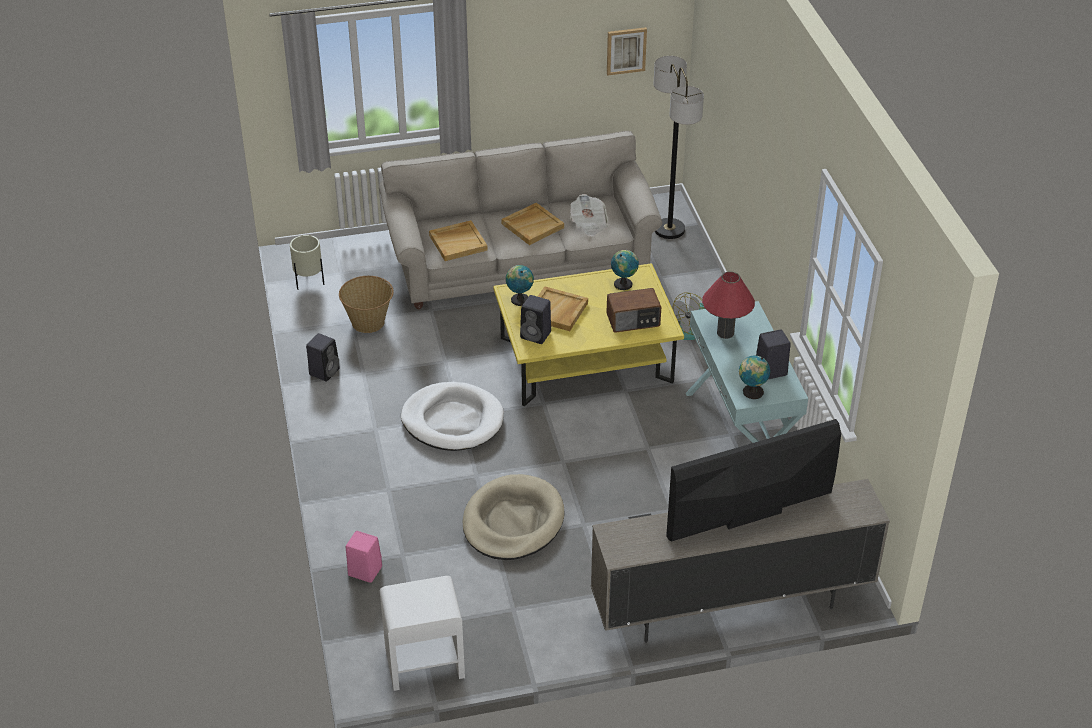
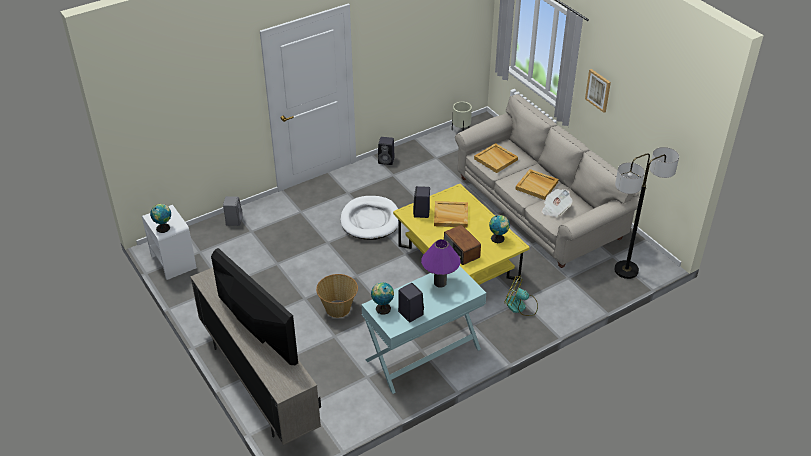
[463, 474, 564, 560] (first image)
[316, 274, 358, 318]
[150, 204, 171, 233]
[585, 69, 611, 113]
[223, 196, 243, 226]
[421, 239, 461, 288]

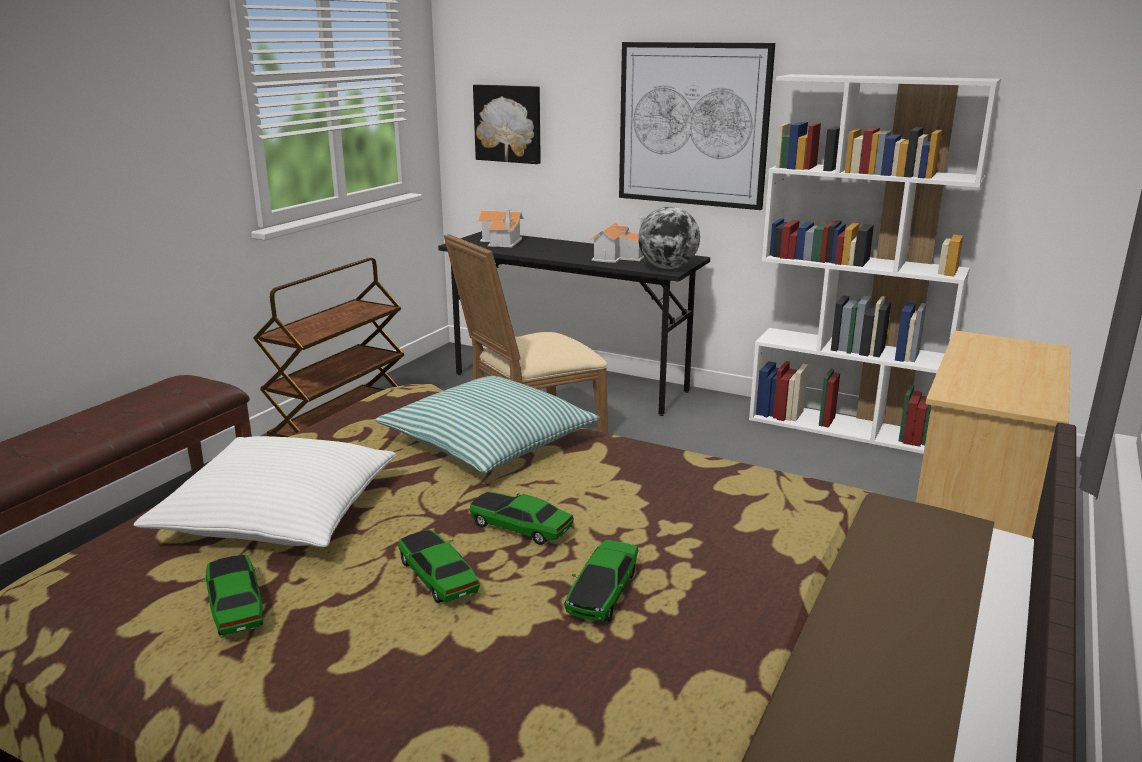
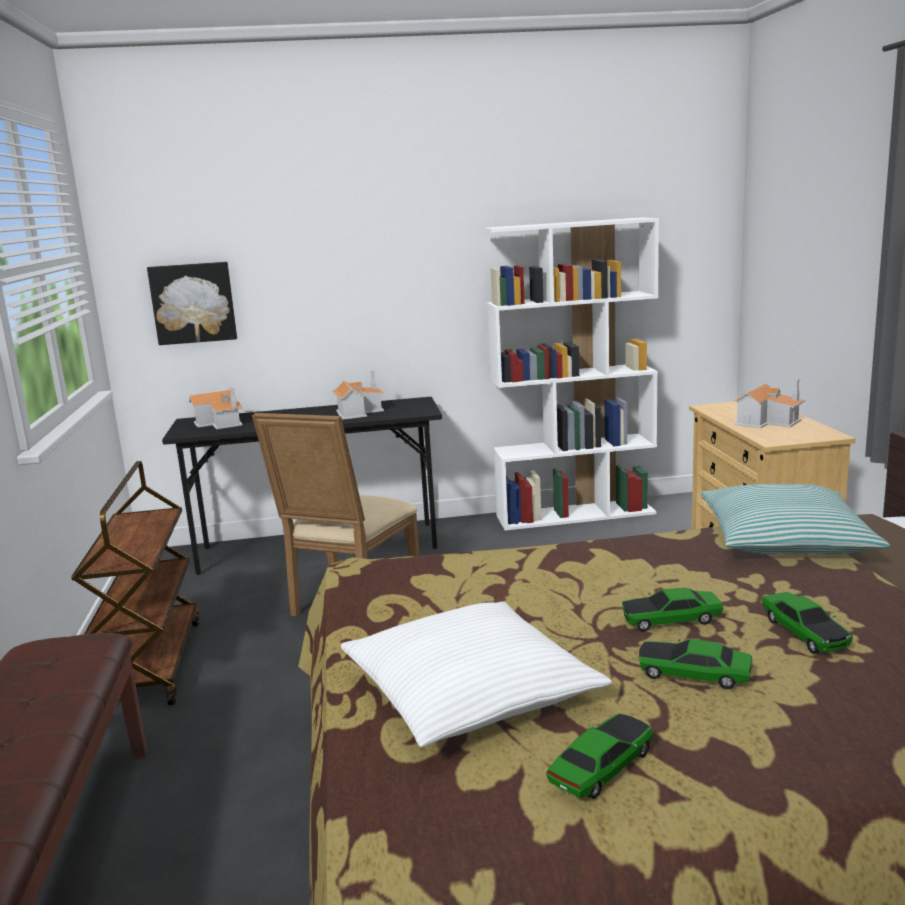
[619, 42, 775, 210] (first image)
[638, 207, 700, 269] (first image)
[732, 378, 805, 428]
[701, 484, 890, 554]
[546, 714, 653, 799]

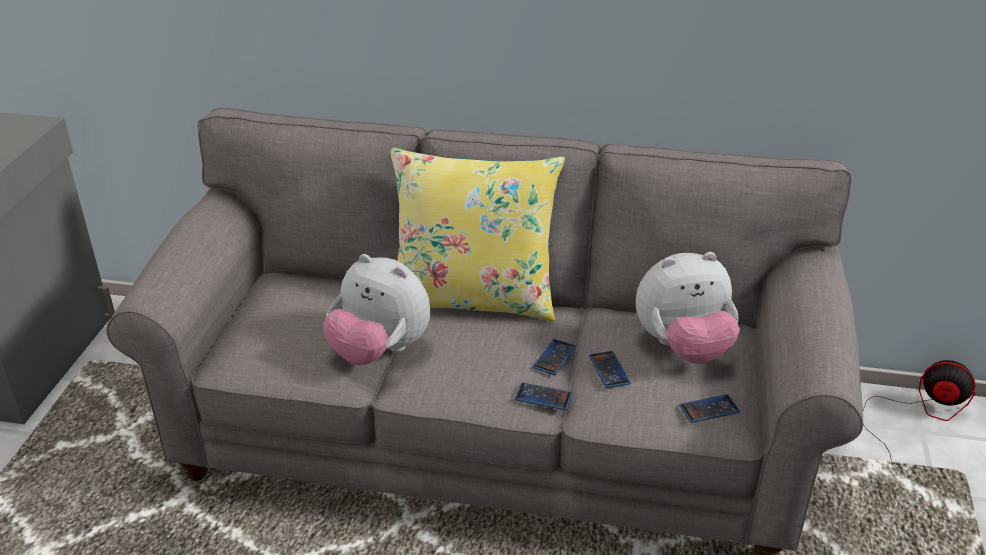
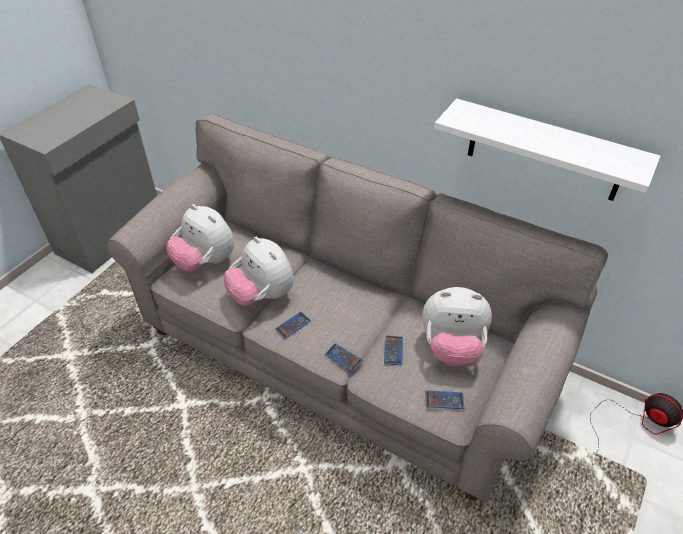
[391, 148, 565, 321] (first image)
[166, 204, 234, 272]
[434, 98, 660, 201]
[275, 312, 311, 339]

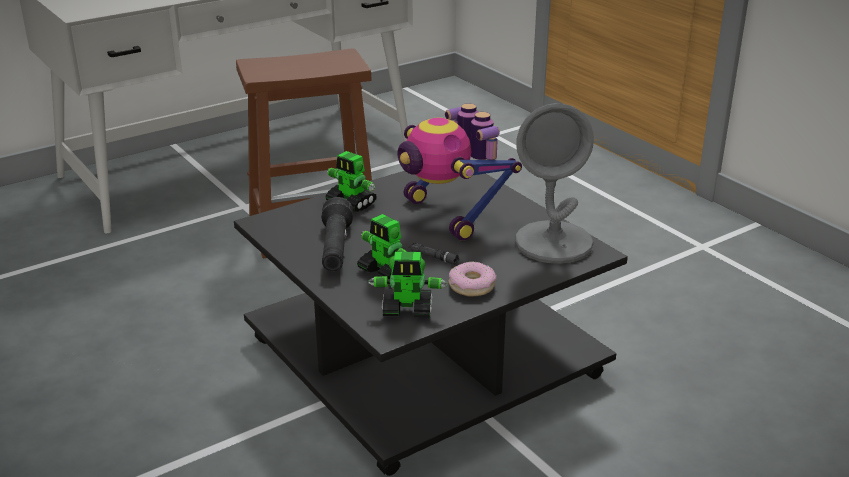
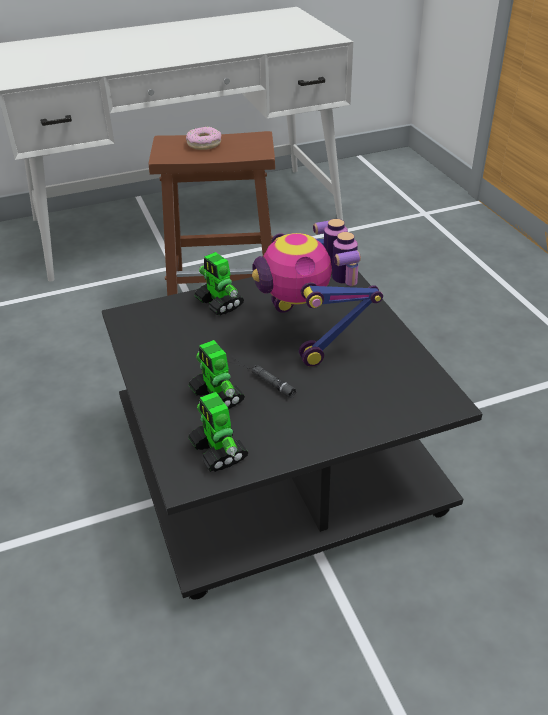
[321, 197, 353, 271] (first image)
[515, 103, 594, 264] (first image)
[186, 127, 221, 150]
[188, 392, 248, 472]

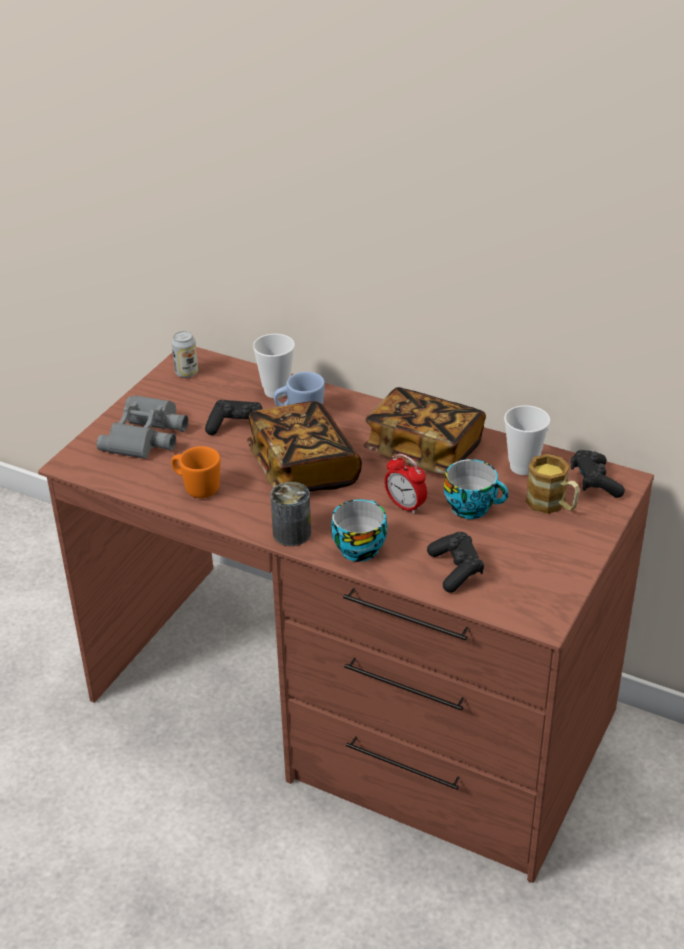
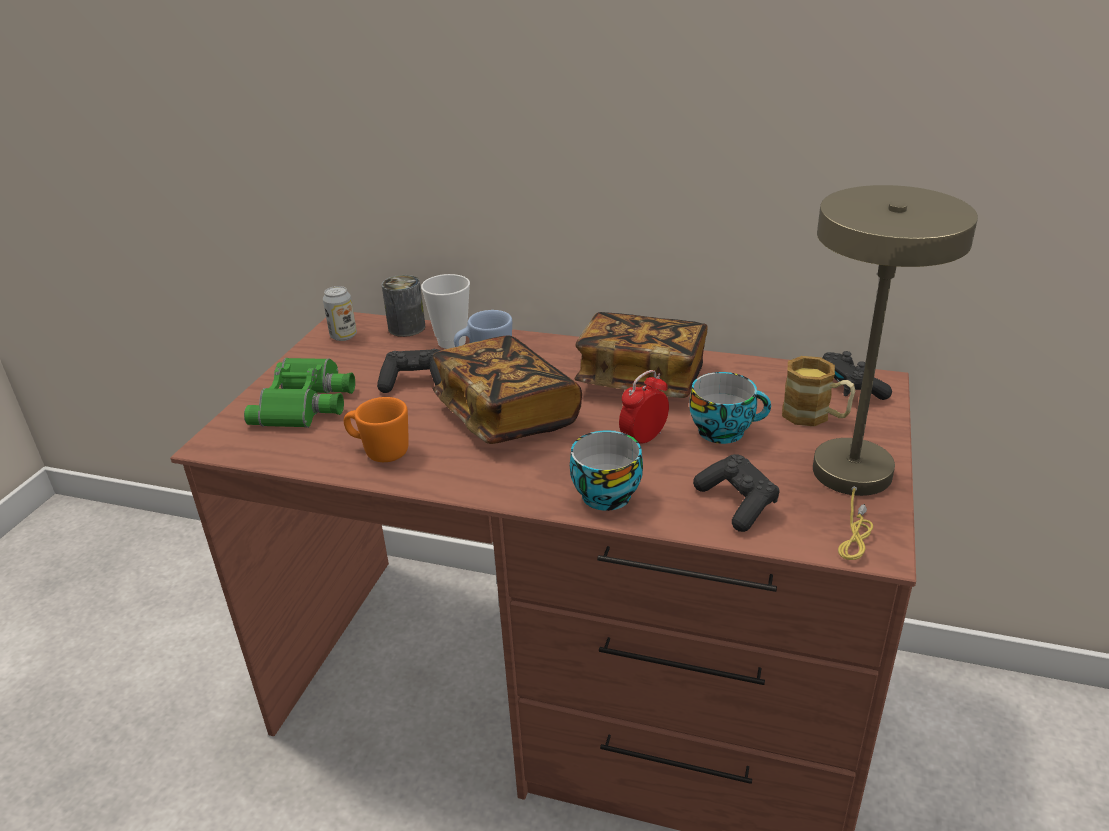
[504, 405, 550, 475] (first image)
[813, 185, 978, 560]
[382, 275, 425, 337]
[244, 358, 355, 428]
[619, 370, 669, 444]

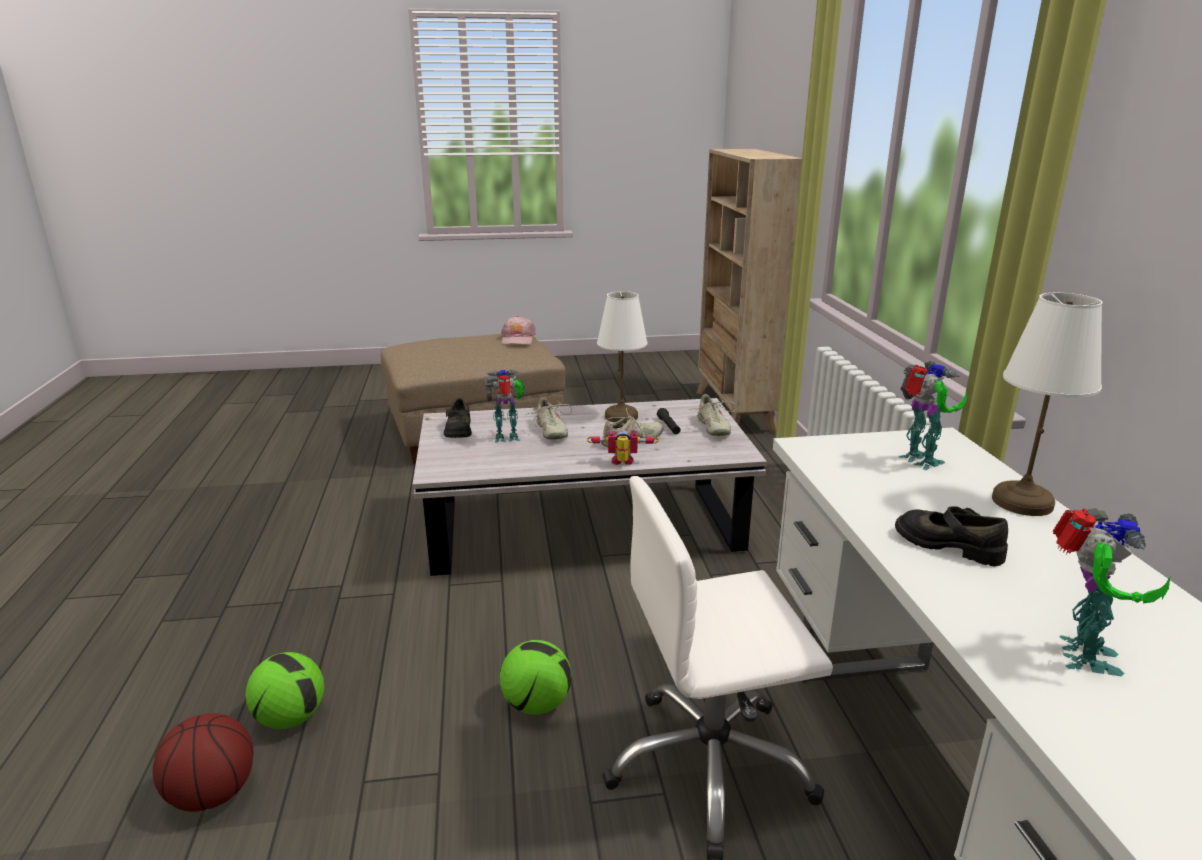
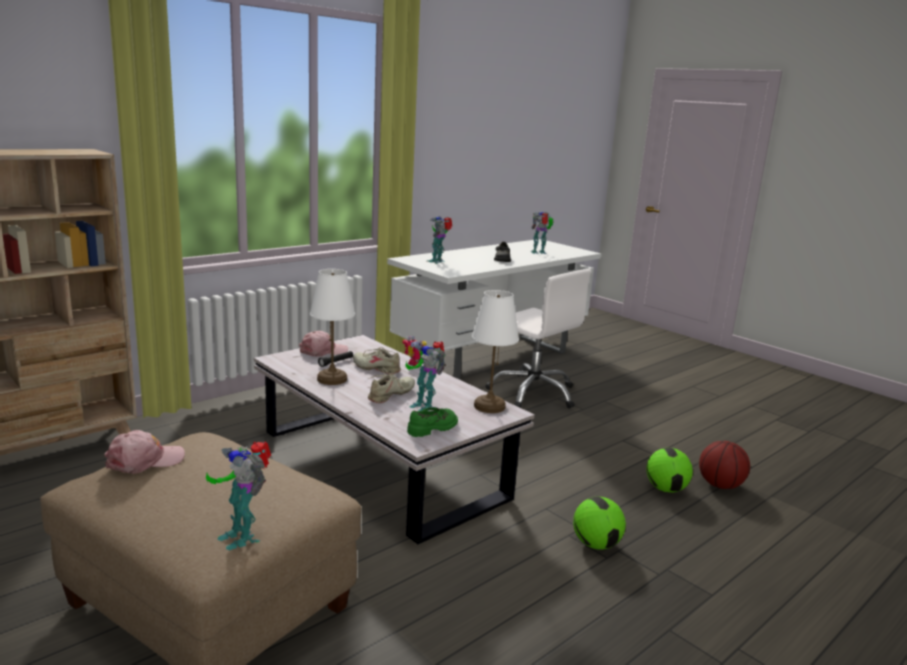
[206, 442, 271, 550]
[573, 497, 626, 550]
[471, 290, 519, 413]
[299, 331, 348, 357]
[407, 407, 458, 437]

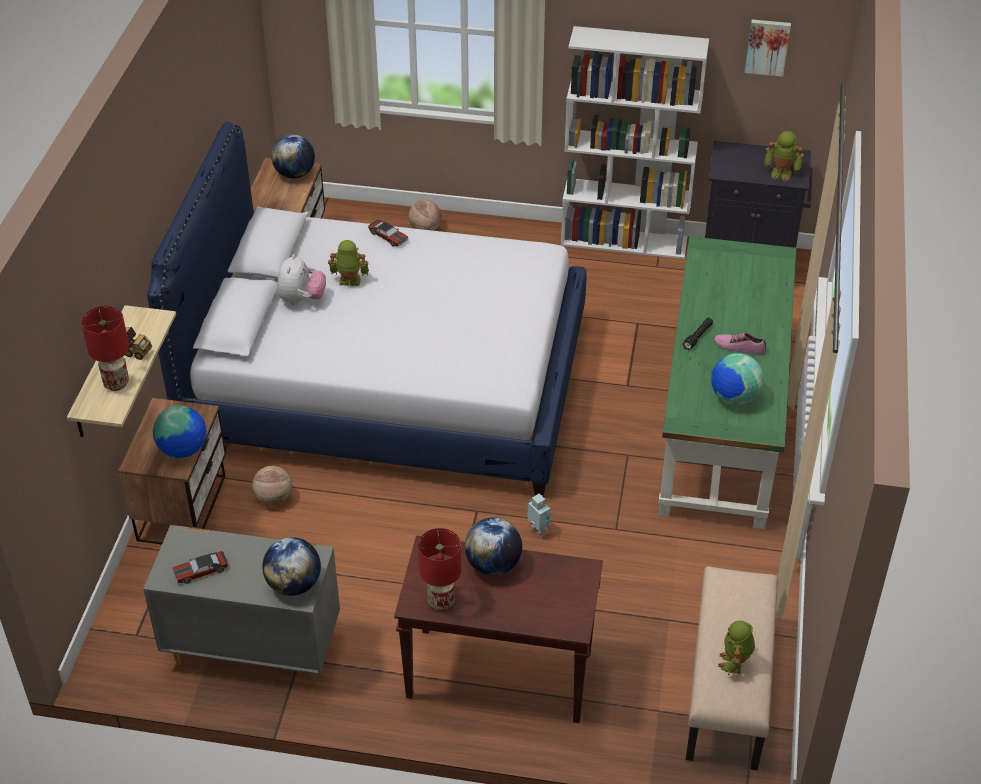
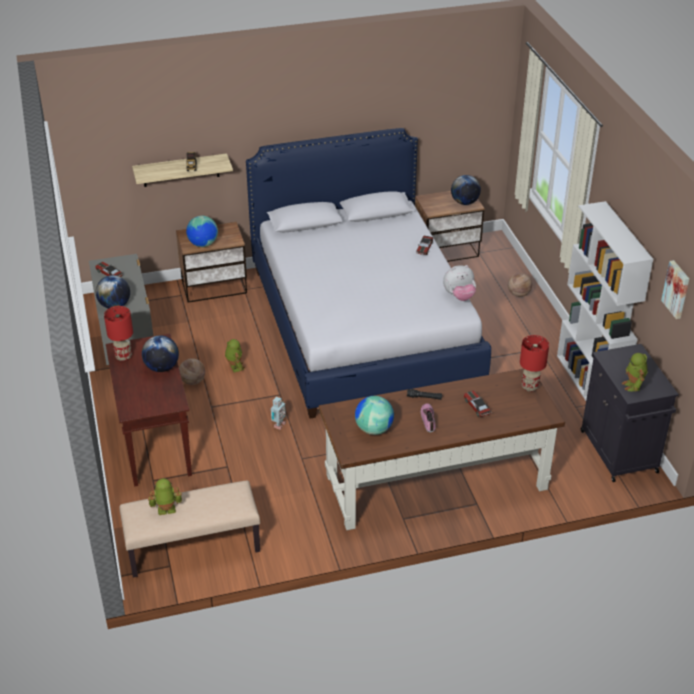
[464, 390, 491, 417]
[520, 335, 549, 392]
[179, 358, 205, 385]
[443, 265, 476, 301]
[225, 339, 245, 372]
[319, 369, 565, 531]

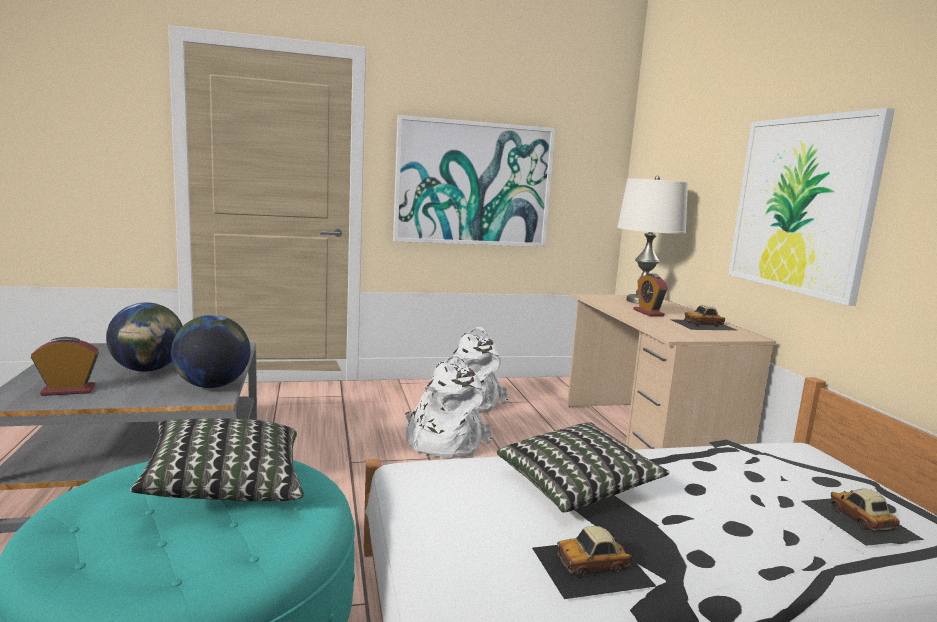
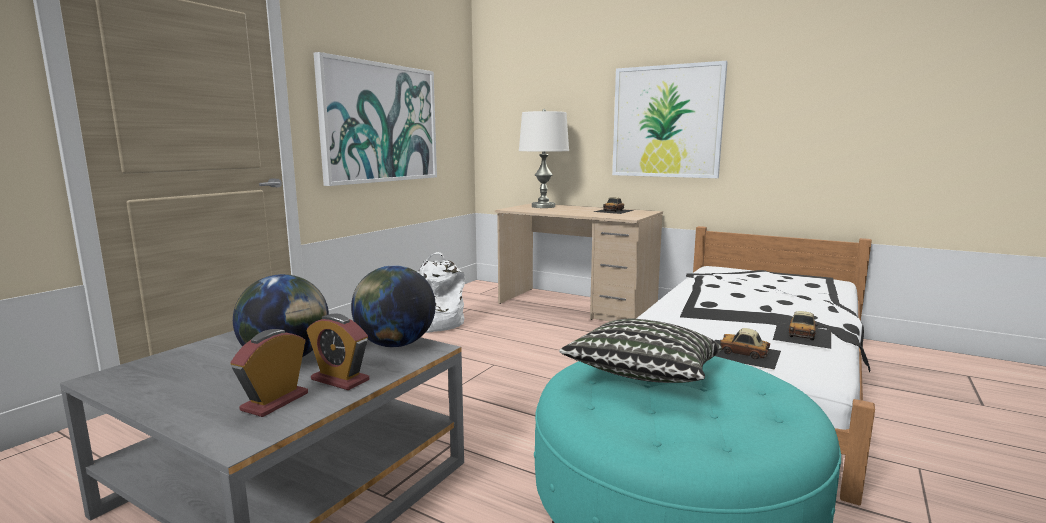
[405, 354, 493, 458] (first image)
[497, 422, 670, 513] (first image)
[306, 314, 369, 390]
[715, 328, 781, 370]

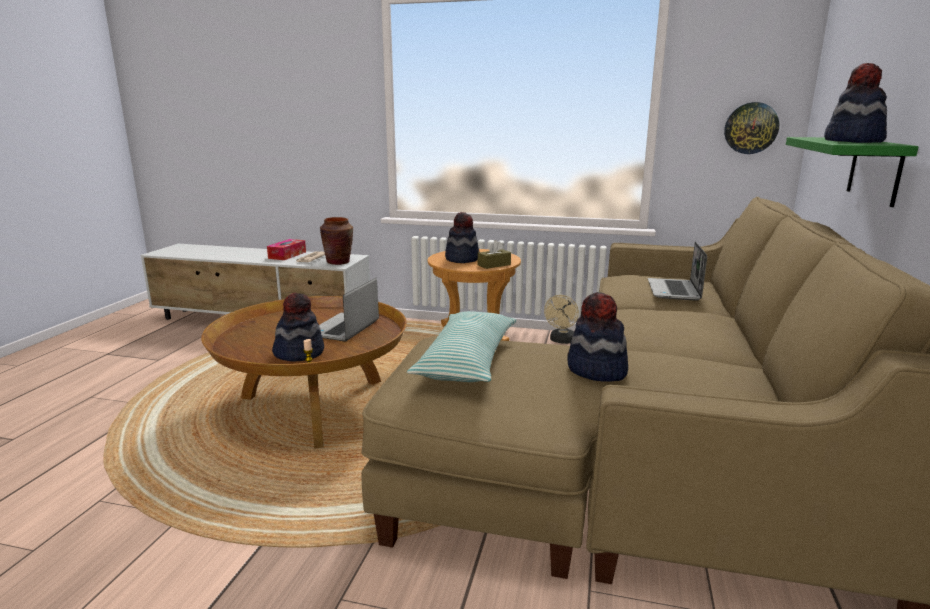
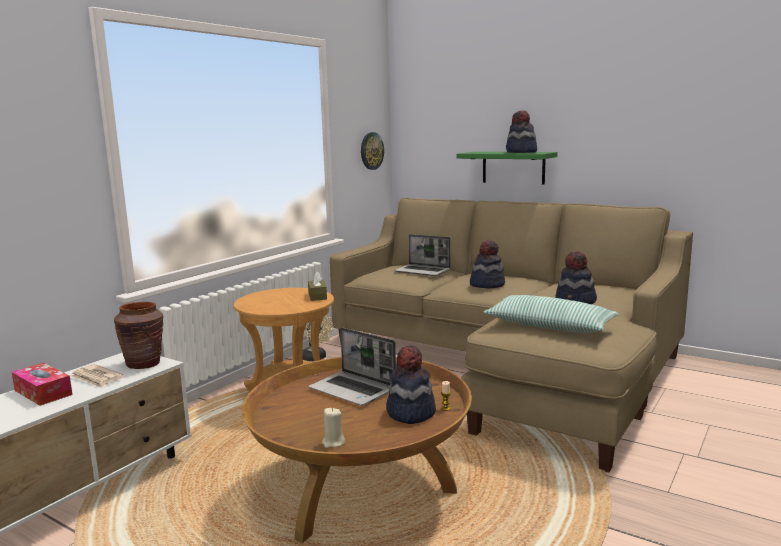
[322, 408, 345, 448]
[470, 240, 505, 288]

